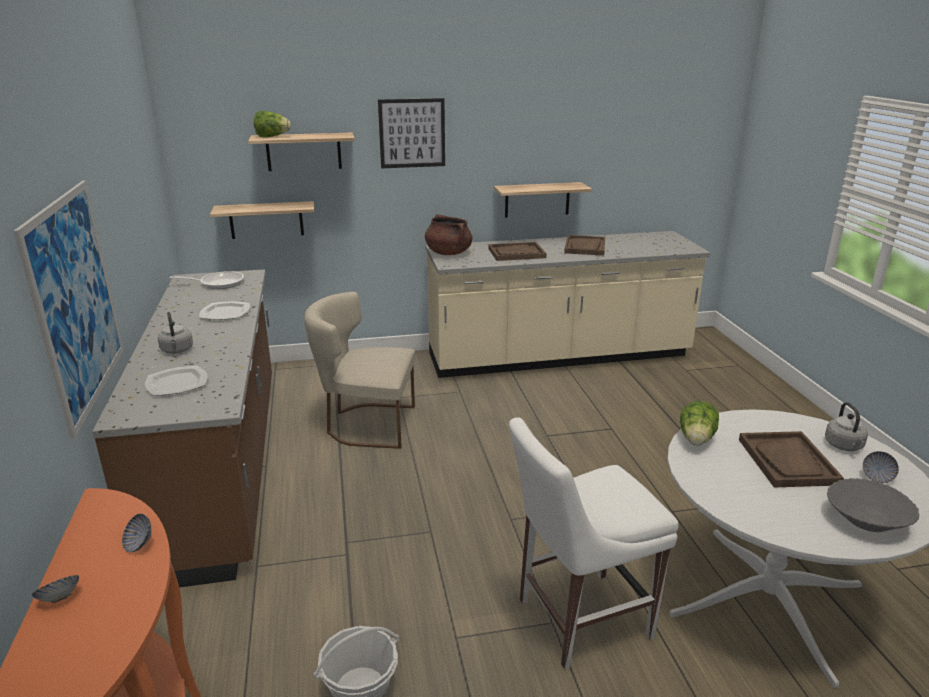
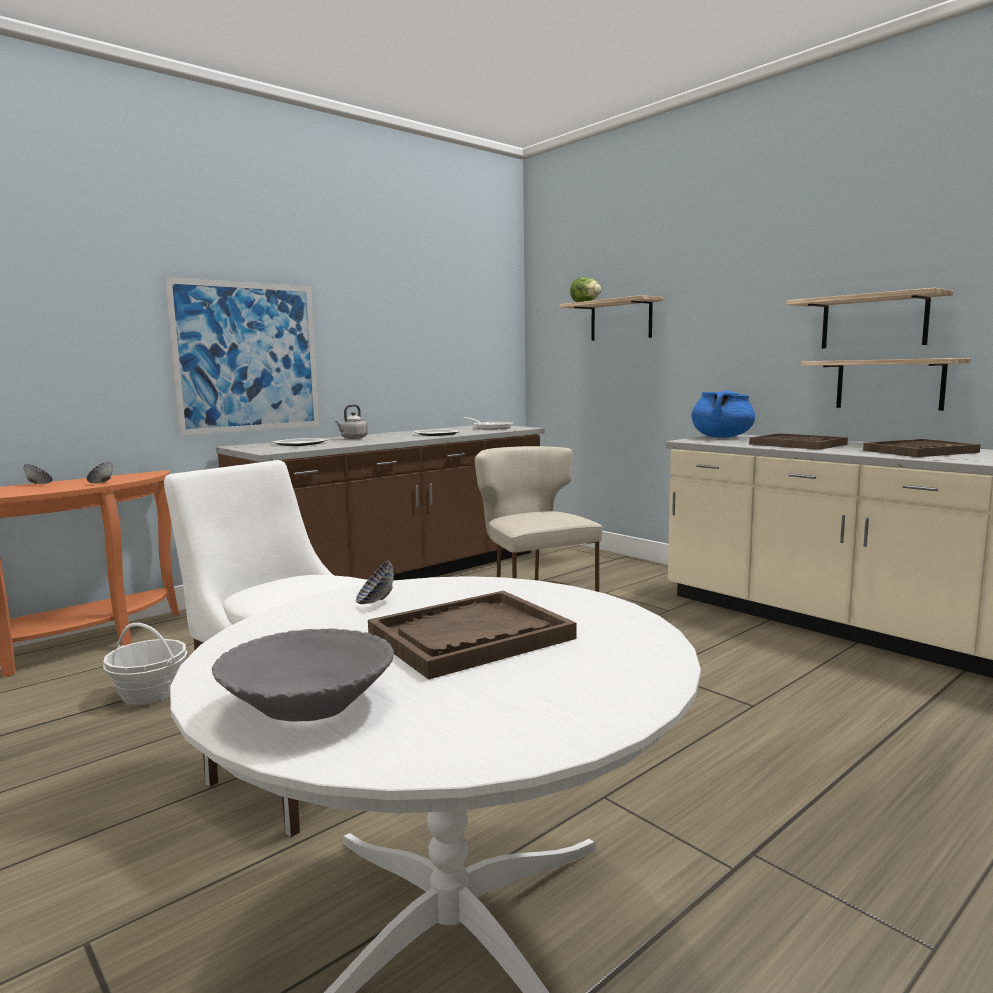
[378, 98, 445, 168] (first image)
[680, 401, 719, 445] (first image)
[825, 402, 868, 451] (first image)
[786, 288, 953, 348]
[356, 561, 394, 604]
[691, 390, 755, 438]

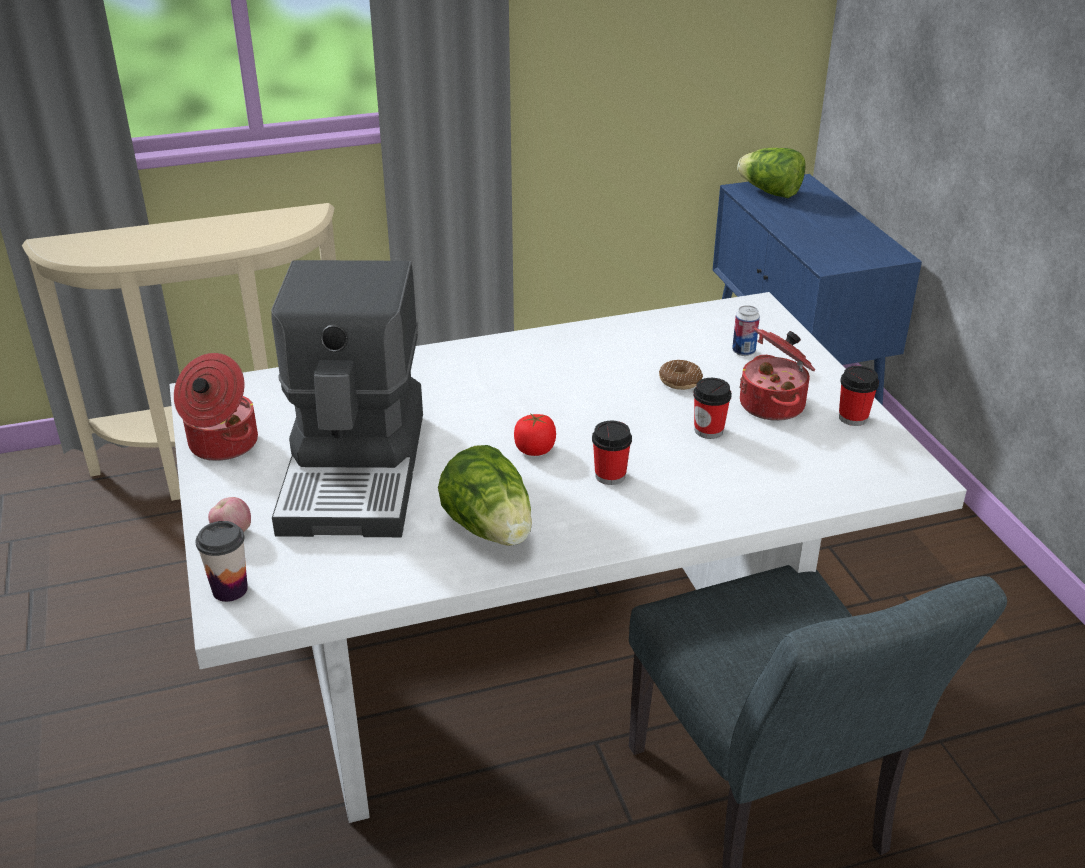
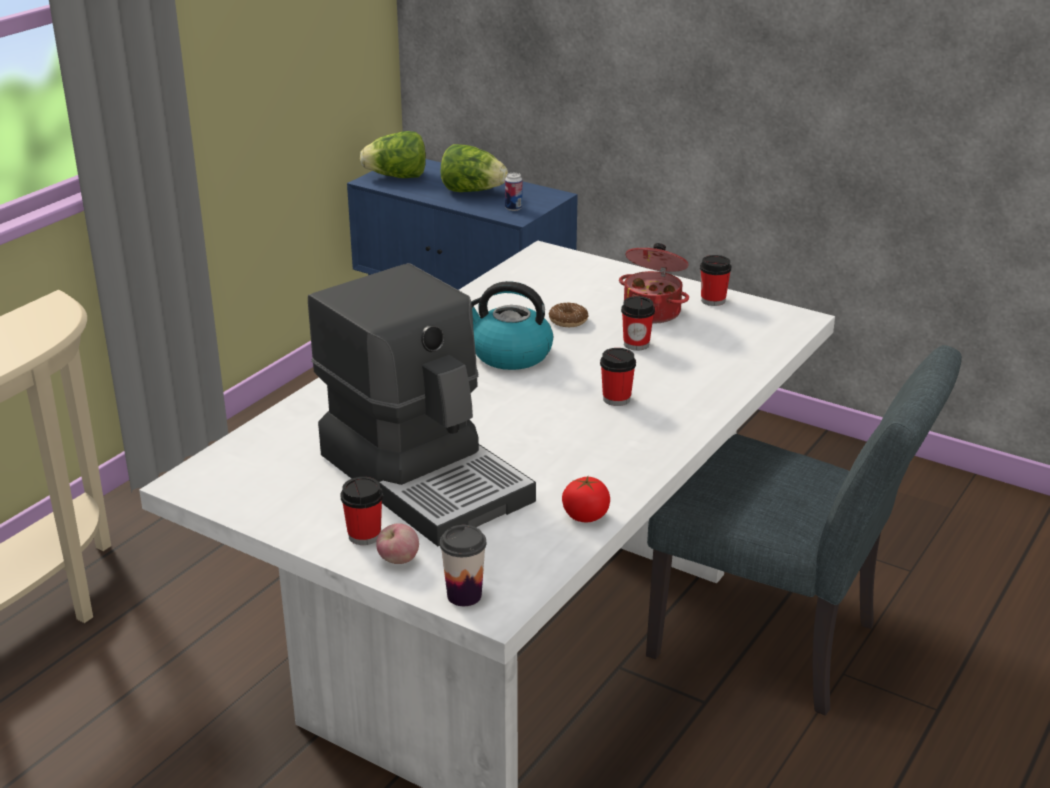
[174, 353, 258, 461] (first image)
[340, 477, 383, 545]
[471, 281, 553, 370]
[440, 144, 508, 192]
[562, 476, 610, 522]
[505, 173, 522, 211]

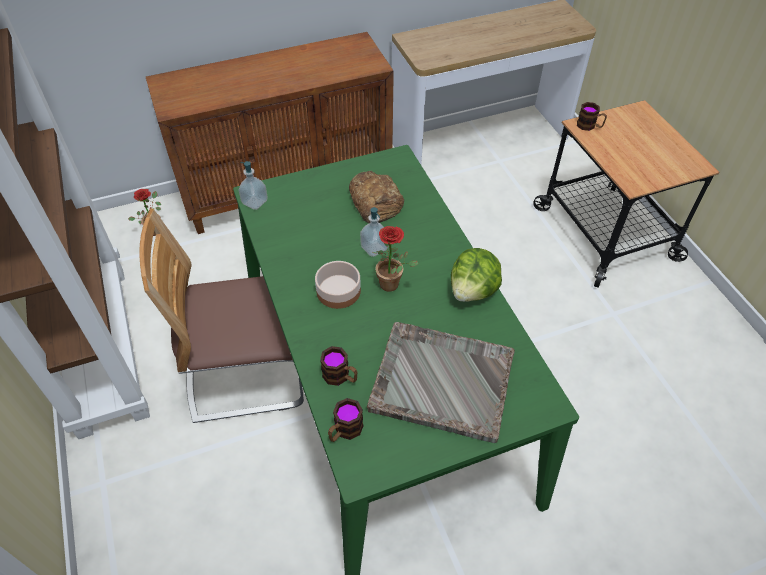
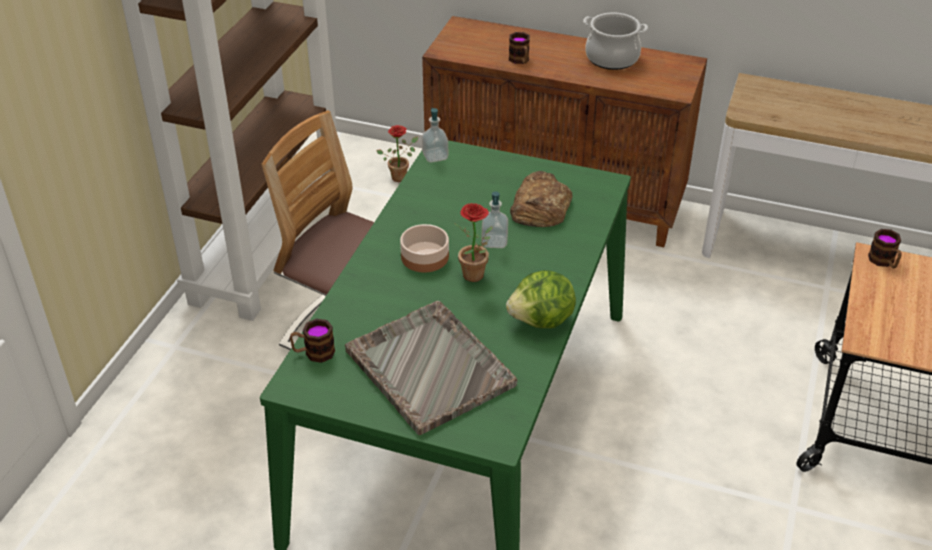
[583, 13, 648, 70]
[509, 32, 530, 64]

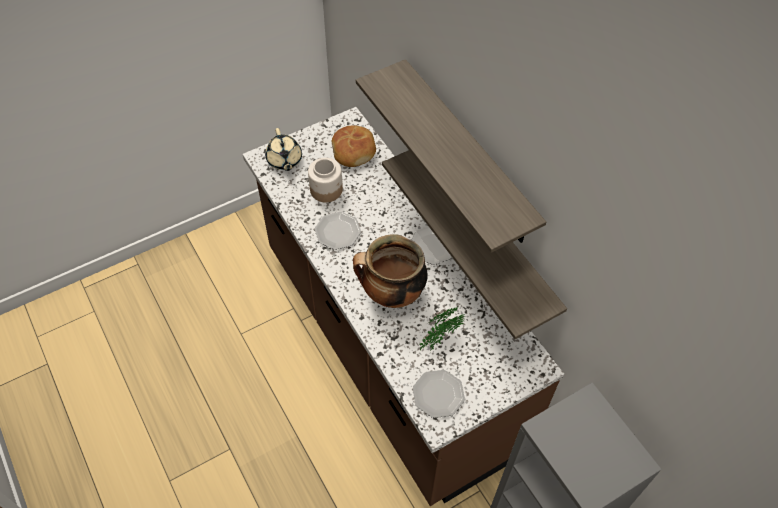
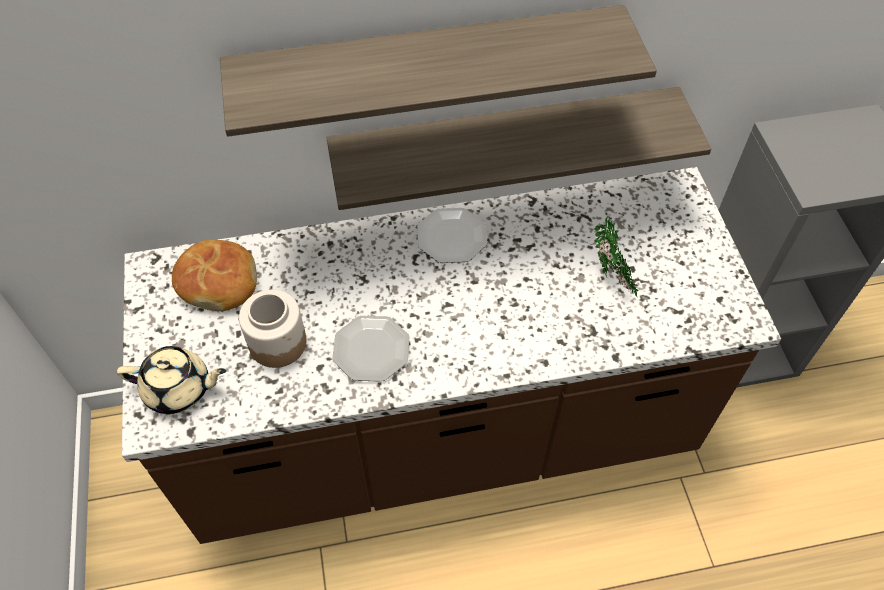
[353, 234, 428, 308] (first image)
[413, 370, 465, 418] (first image)

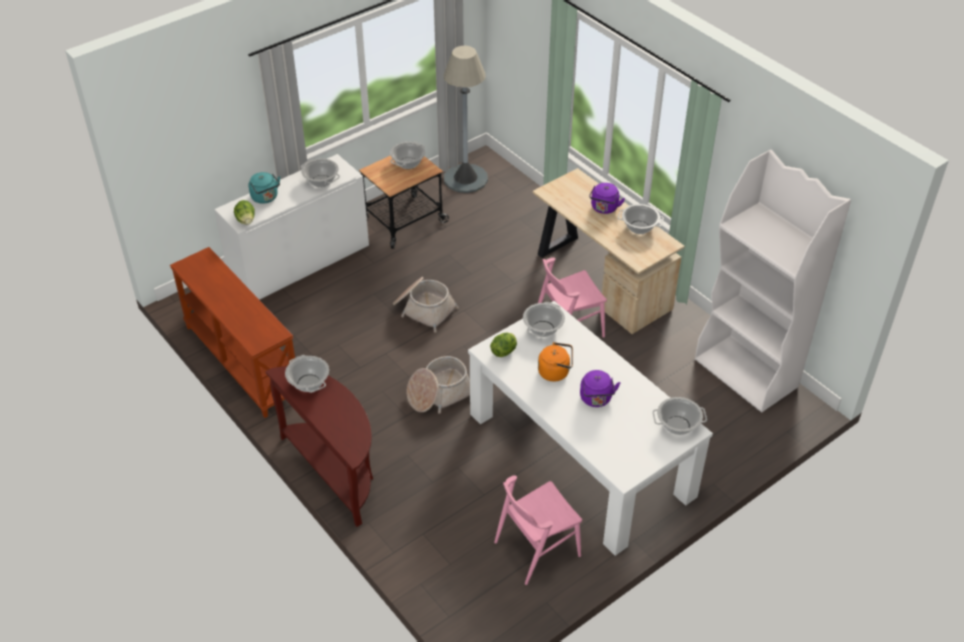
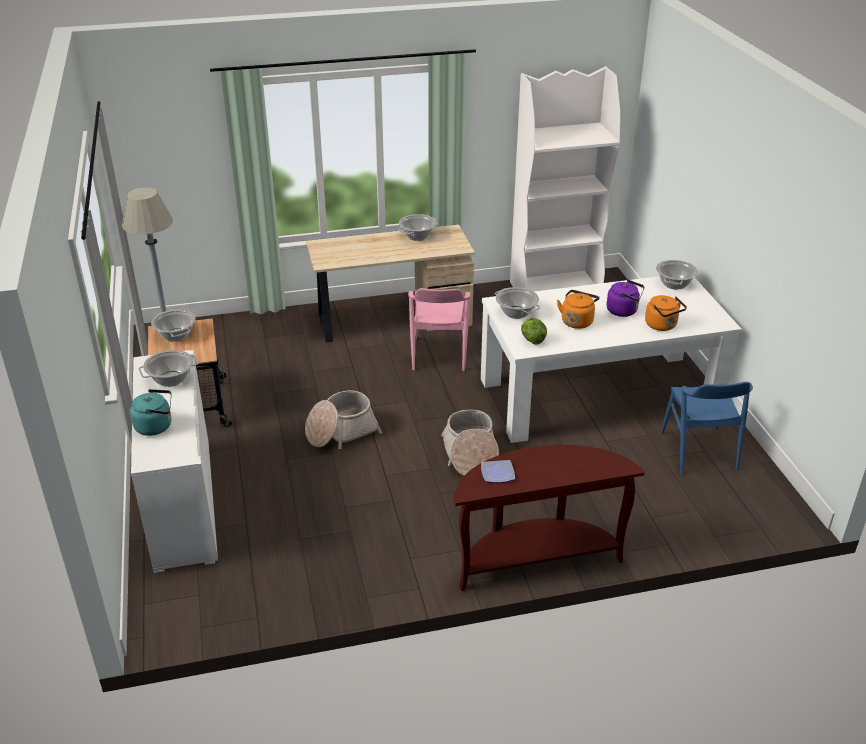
[170, 247, 295, 418] (first image)
[234, 200, 255, 225] (first image)
[589, 183, 625, 214] (first image)
[645, 295, 687, 331]
[481, 460, 515, 483]
[661, 382, 753, 474]

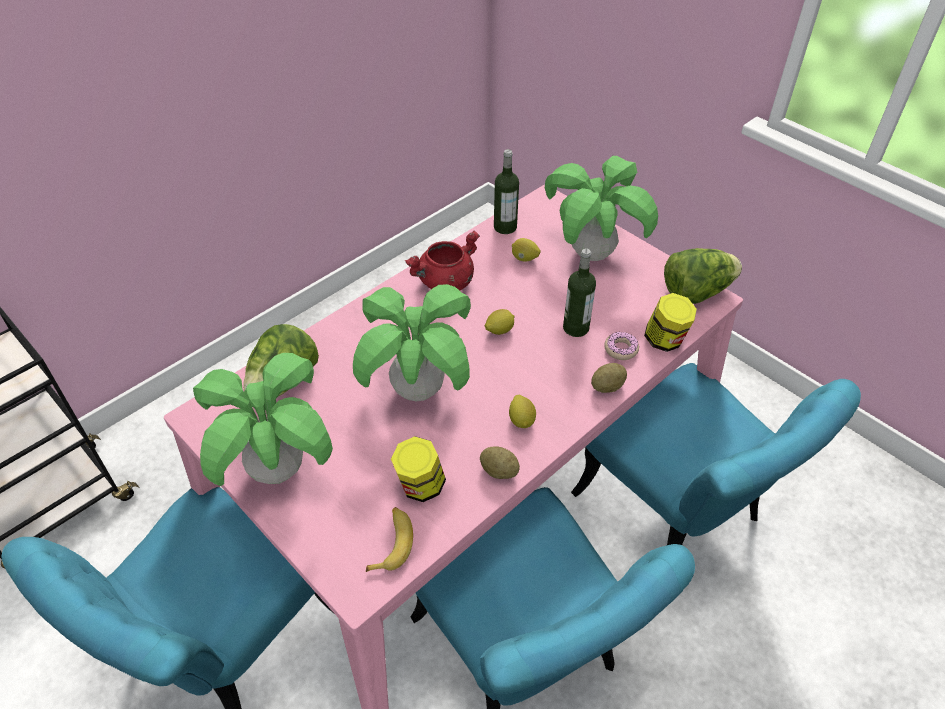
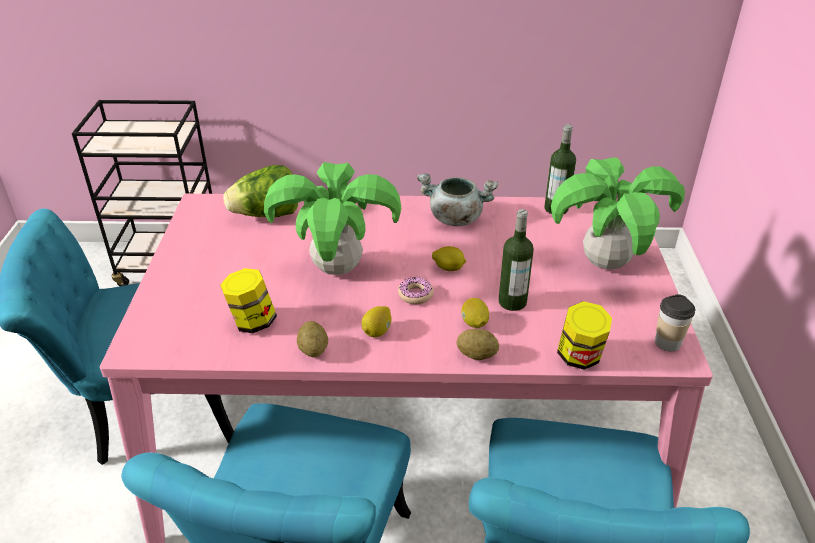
[193, 353, 333, 486] (first image)
[366, 507, 413, 572] (first image)
[461, 298, 489, 328]
[398, 277, 434, 304]
[655, 294, 695, 351]
[417, 173, 498, 226]

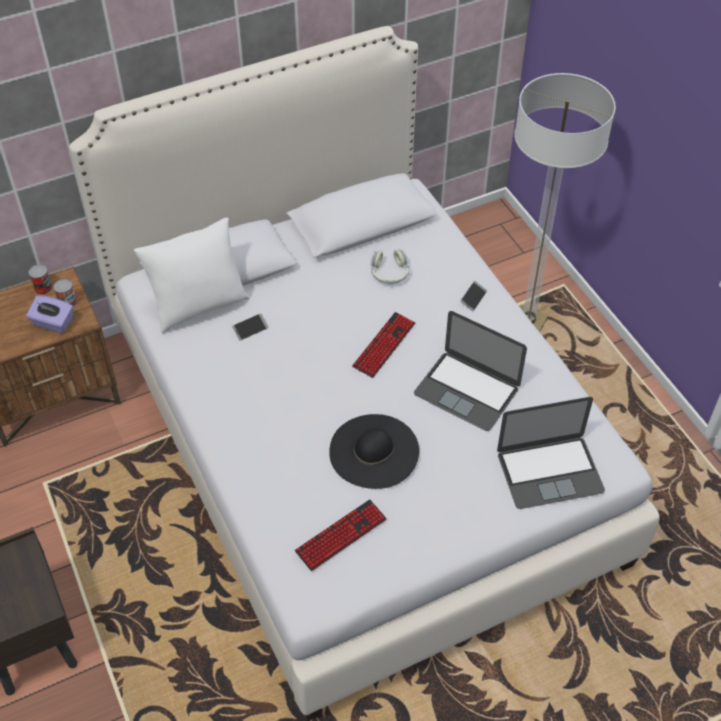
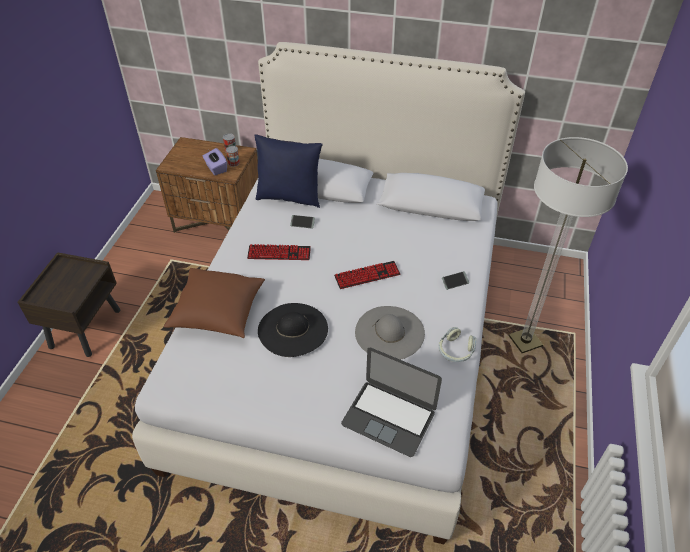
[164, 268, 265, 338]
[247, 244, 311, 260]
[439, 327, 477, 362]
[355, 306, 425, 360]
[254, 134, 323, 208]

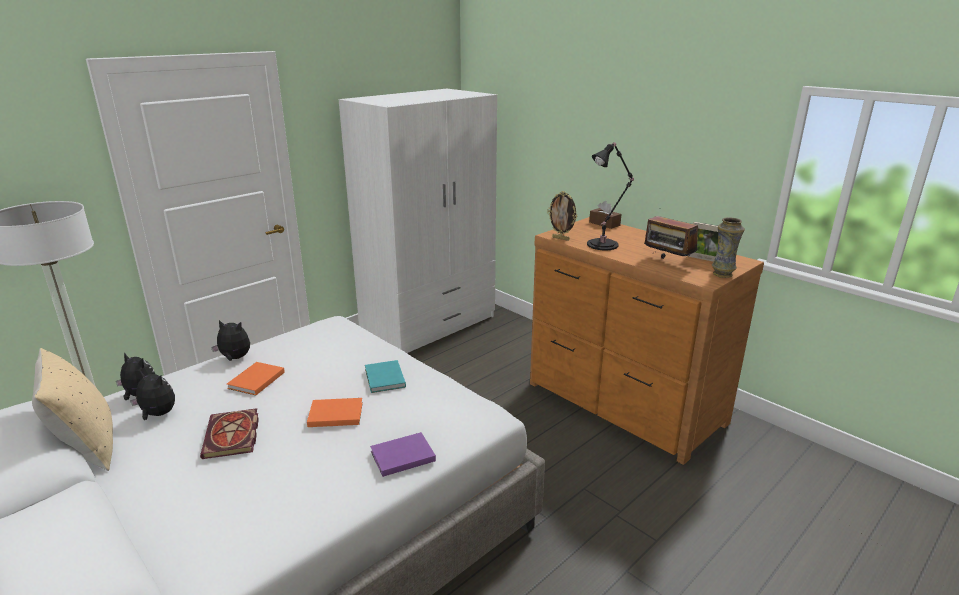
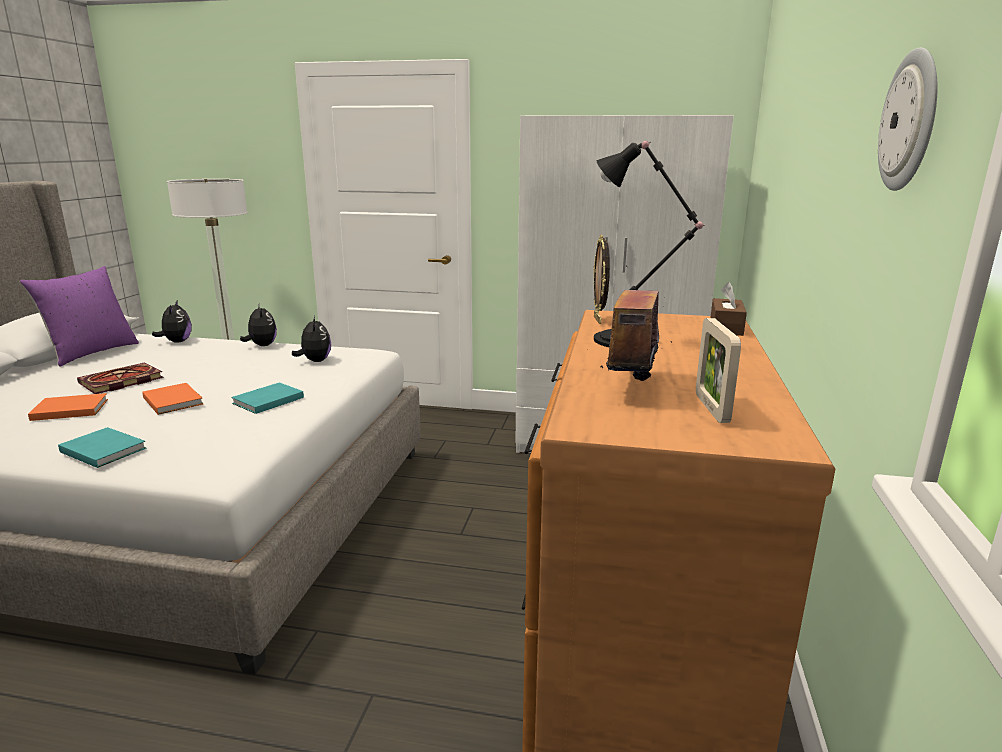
[712, 217, 745, 278] (first image)
[878, 47, 938, 191]
[292, 316, 331, 362]
[28, 393, 108, 421]
[20, 266, 139, 366]
[58, 427, 146, 468]

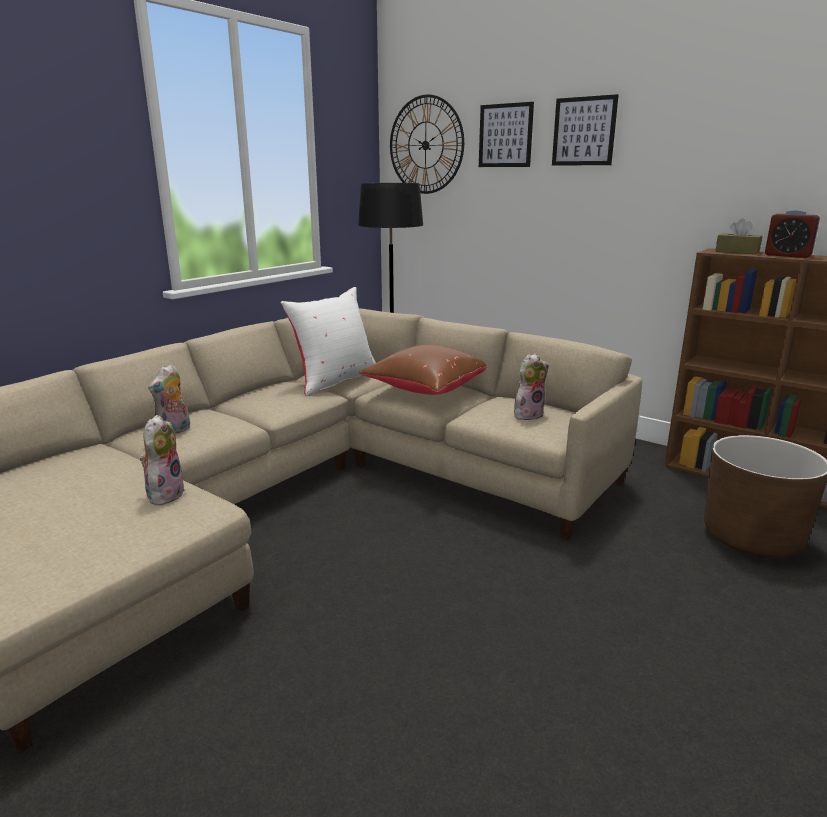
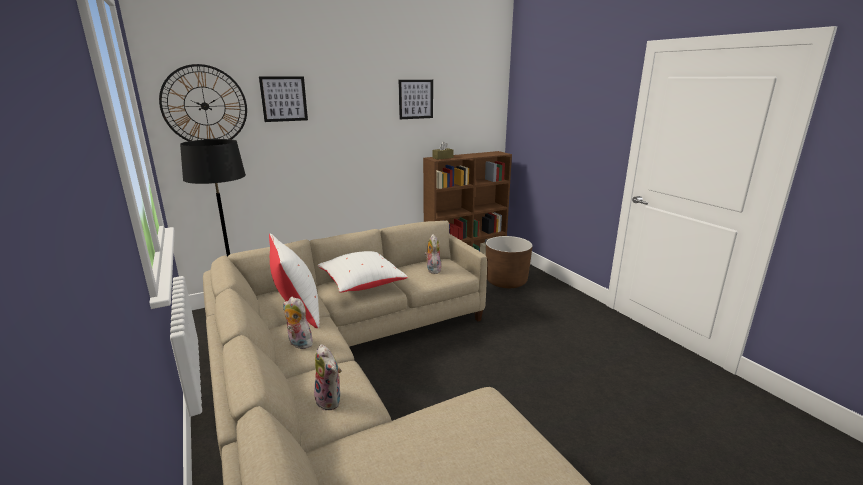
[765, 210, 820, 258] (first image)
[283, 297, 313, 349]
[399, 80, 433, 119]
[318, 251, 407, 293]

